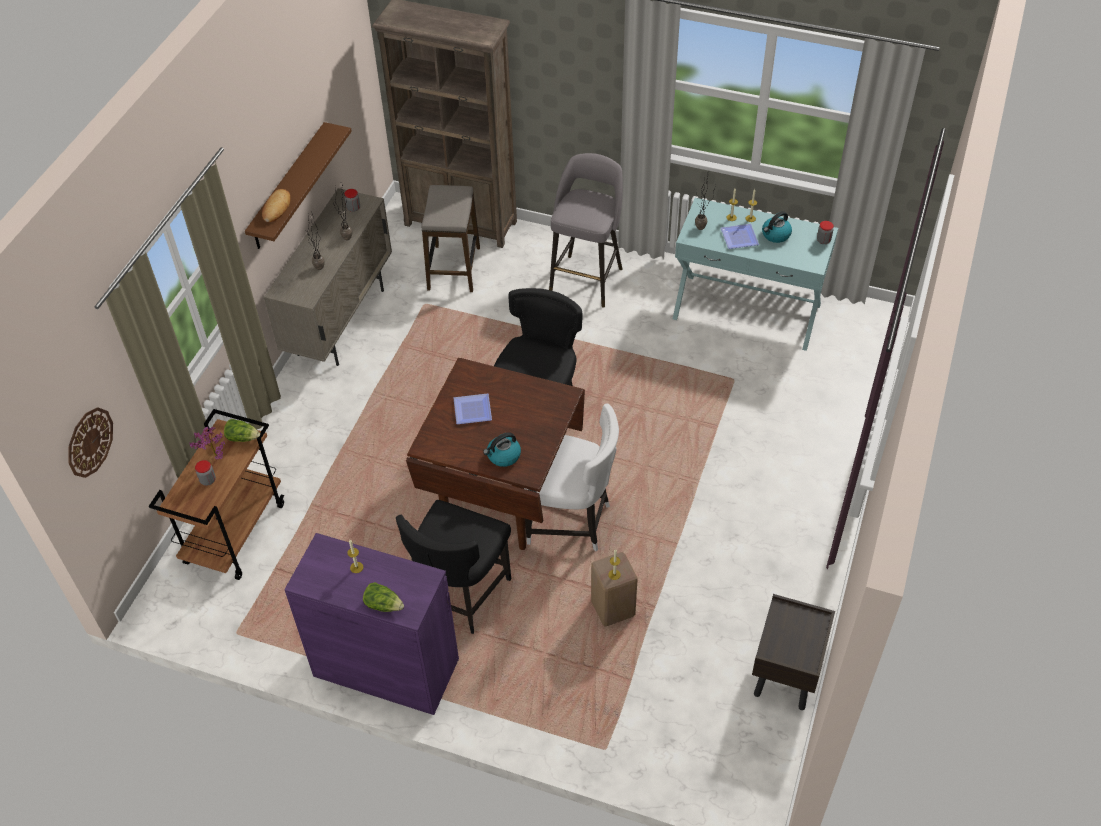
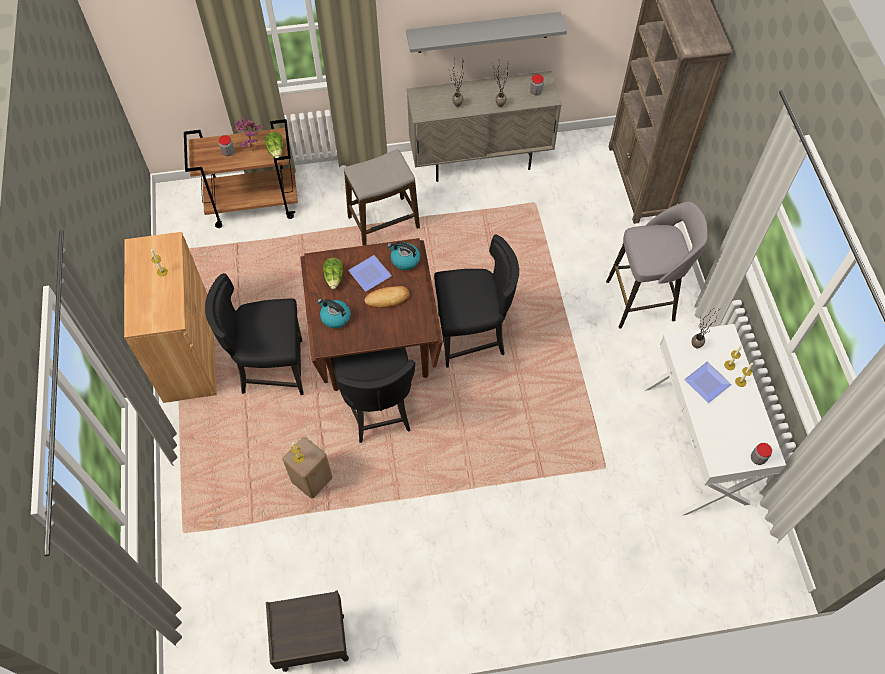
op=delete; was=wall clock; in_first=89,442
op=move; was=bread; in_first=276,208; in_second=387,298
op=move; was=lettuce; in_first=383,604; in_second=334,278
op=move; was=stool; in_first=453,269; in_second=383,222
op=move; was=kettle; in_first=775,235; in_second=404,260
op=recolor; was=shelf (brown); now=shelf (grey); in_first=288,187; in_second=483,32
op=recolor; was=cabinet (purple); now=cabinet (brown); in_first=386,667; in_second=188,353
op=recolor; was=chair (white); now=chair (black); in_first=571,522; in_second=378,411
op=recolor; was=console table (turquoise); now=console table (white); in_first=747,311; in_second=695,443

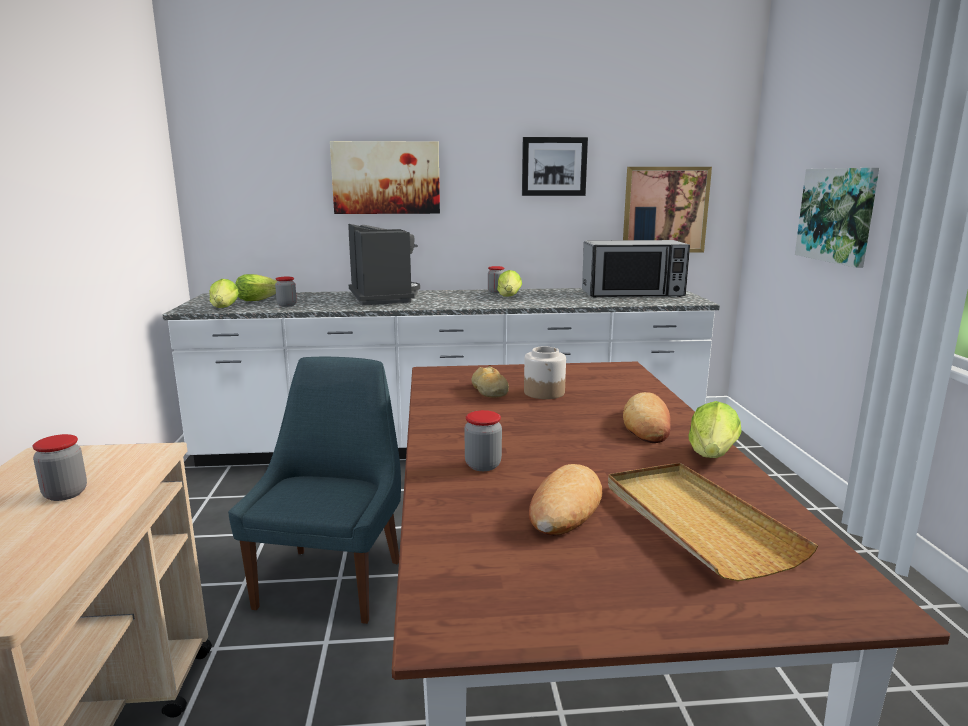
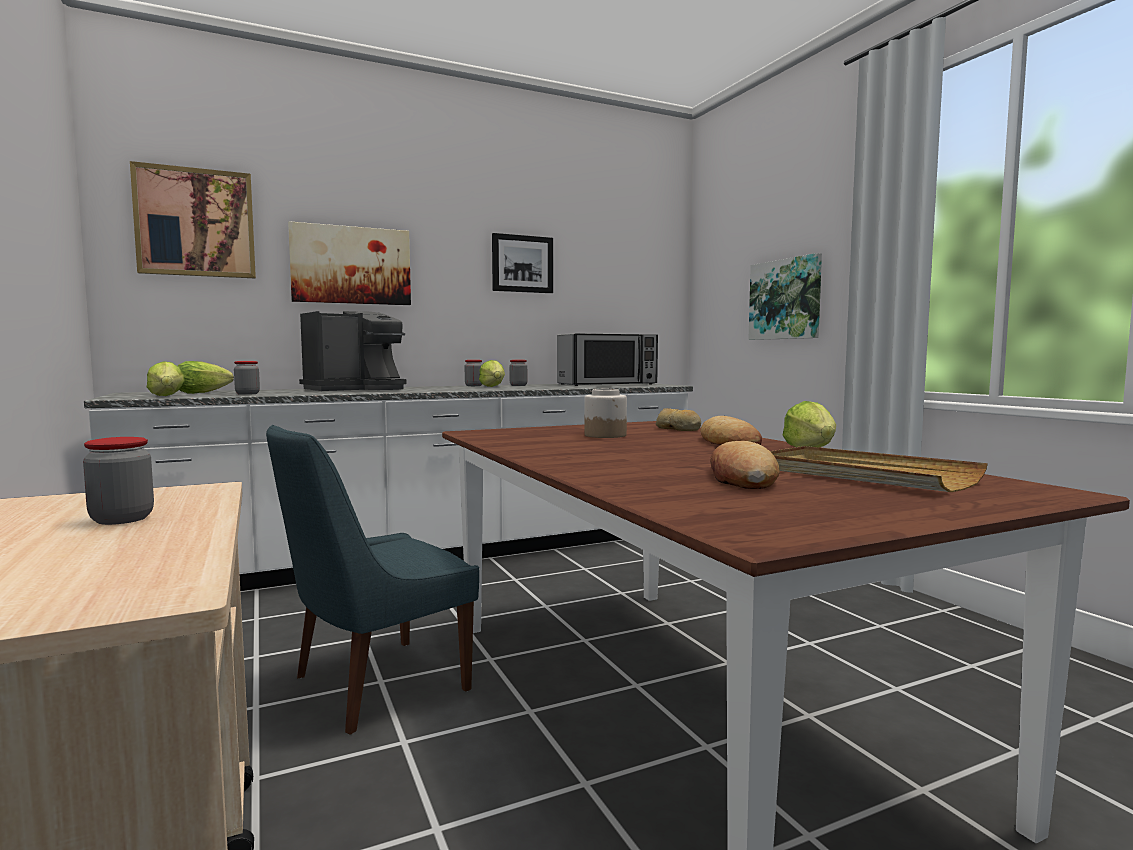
op=move; was=jar; in_first=483,465; in_second=518,385
op=move; was=bread; in_first=489,390; in_second=678,429
op=move; was=picture; in_first=665,210; in_second=195,223
op=rotate; was=chair (blue); in_first=333,581; in_second=374,685; clockwise=-120
op=rotate; was=coffee machine; in_first=383,297; in_second=357,389; clockwise=90

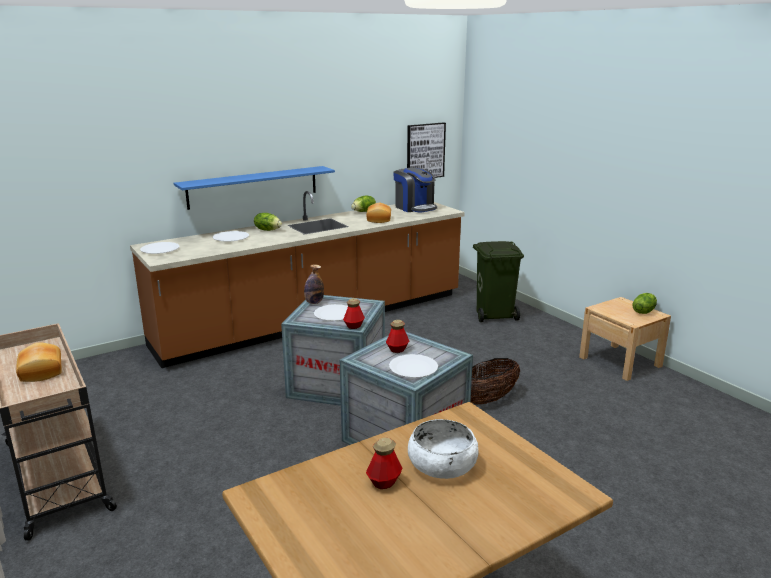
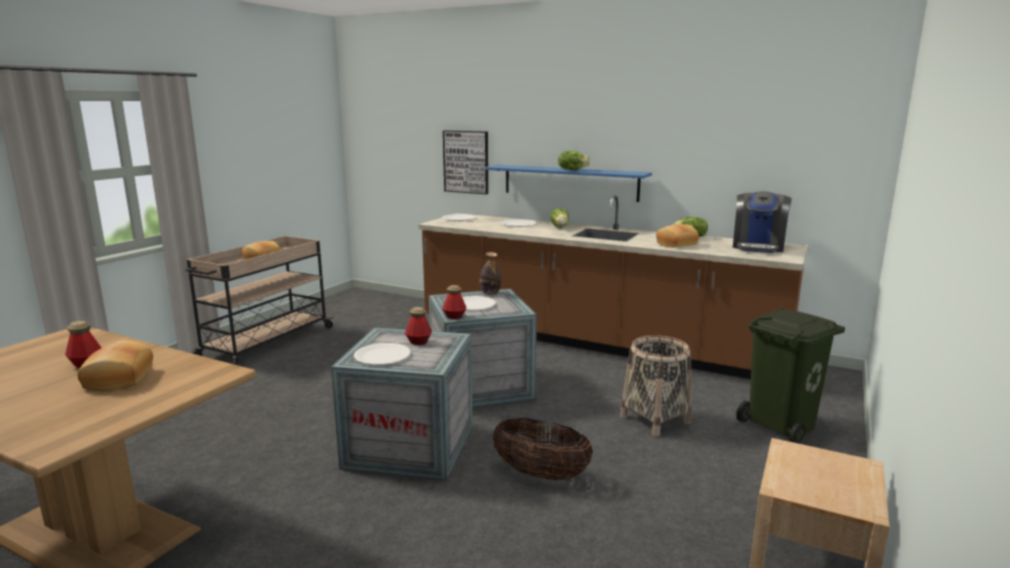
op=insert; now=basket; in_second=655,419
op=move; was=picture; in_first=425,151; in_second=466,162
op=move; was=lettuce; in_first=643,311; in_second=572,169
op=replace; was=bowl (white); now=bread; in_first=442,464; in_second=117,379

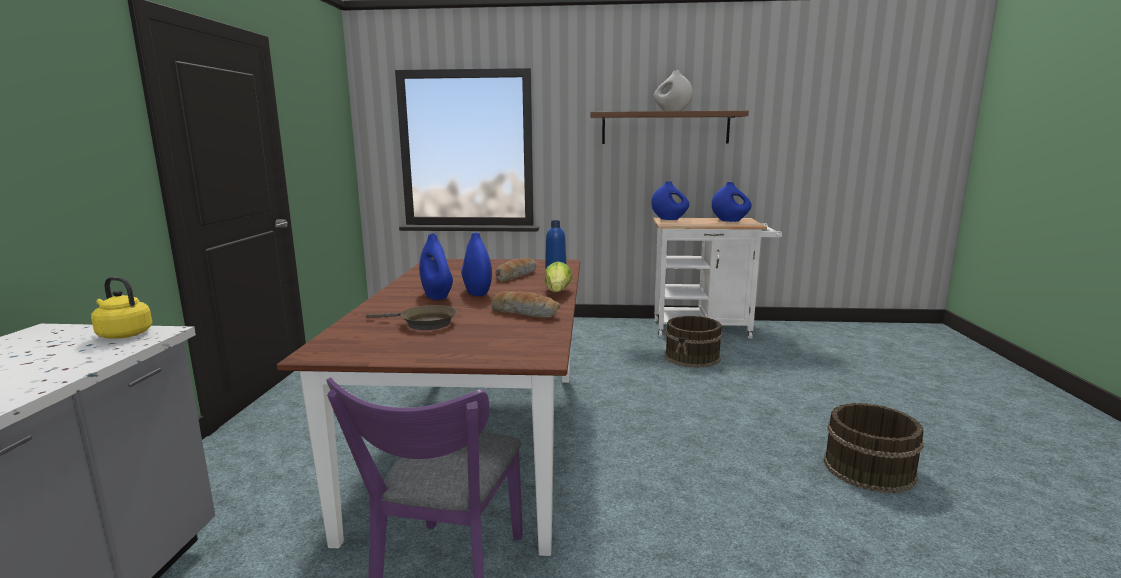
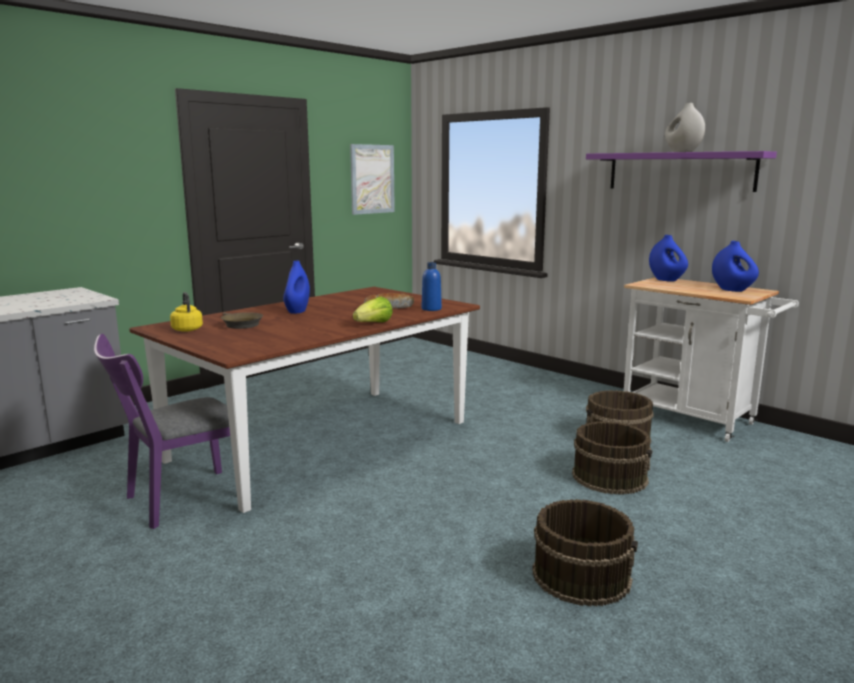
op=delete; was=vase (blue); in_first=477,293
op=delete; was=bread; in_first=526,313
op=insert; now=picture; in_second=372,179
op=insert; now=bucket (brown); in_second=610,477
op=move; was=kettle (yellow); in_first=123,334; in_second=187,329
op=recolor; was=shelf (brown); now=shelf (purple); in_first=665,128; in_second=680,171

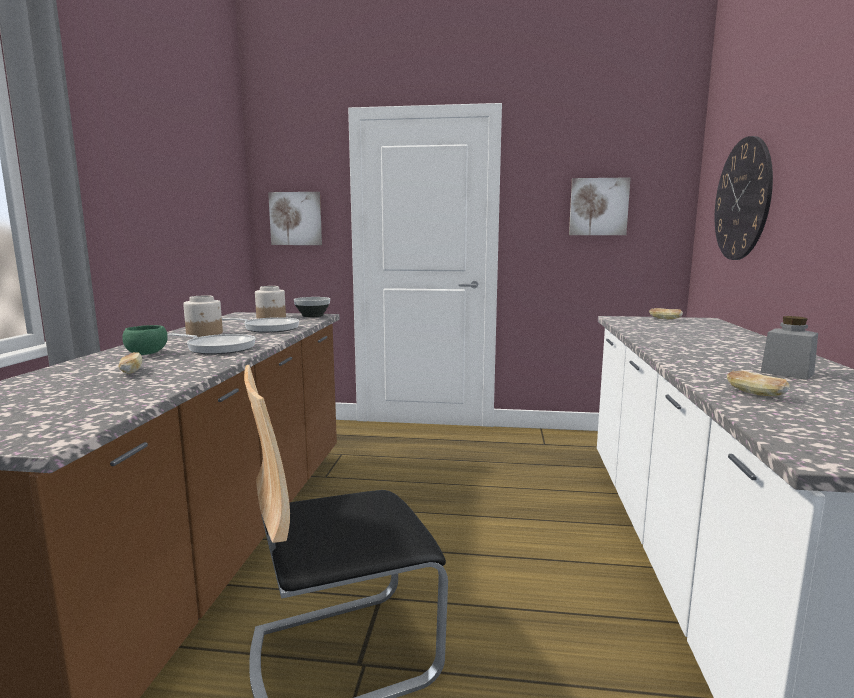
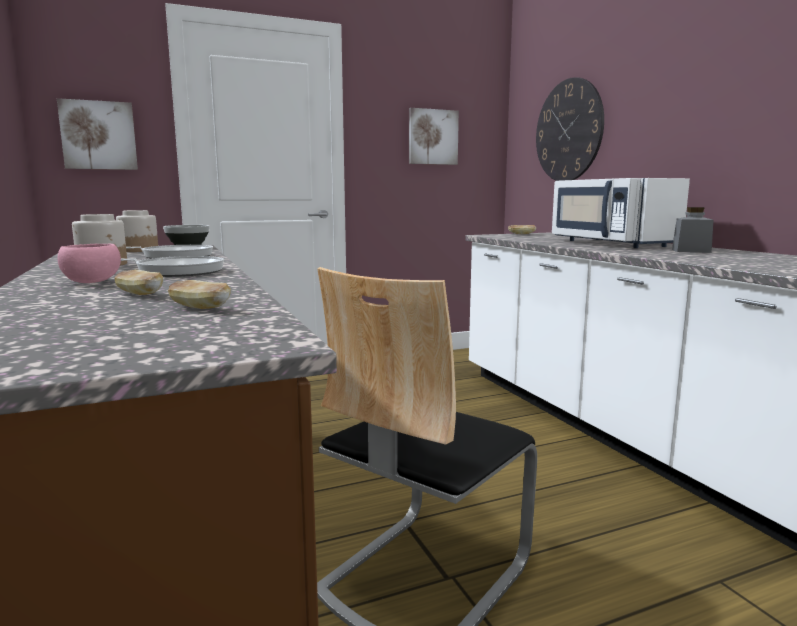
op=insert; now=microwave (white); in_second=609,243
op=move; was=bread; in_first=755,394; in_second=200,308
op=recolor; was=bowl (green); now=bowl (pink); in_first=148,353; in_second=93,282

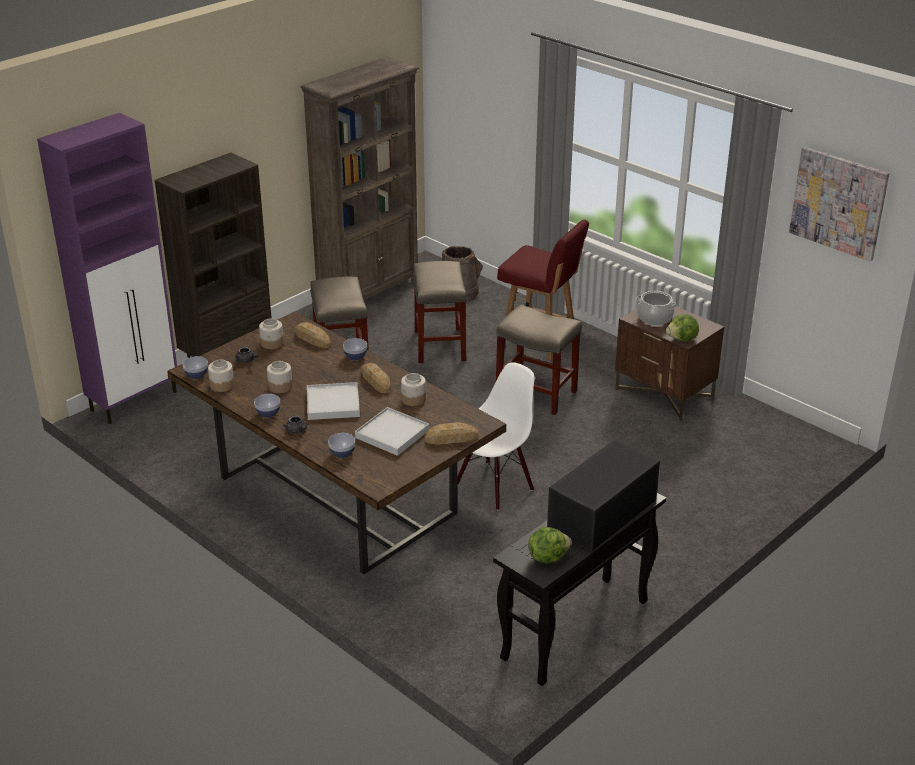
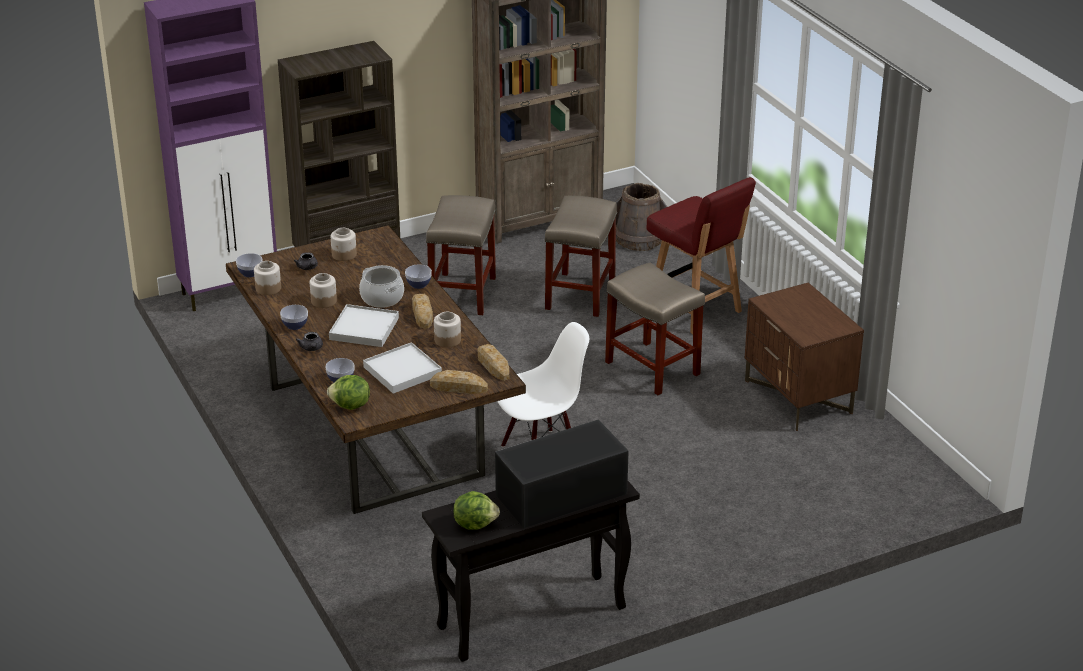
op=delete; was=picture; in_first=838,203
op=move; was=bread; in_first=312,339; in_second=493,365
op=move; was=cooking pot; in_first=654,318; in_second=382,298
op=move; was=lettuce; in_first=682,339; in_second=350,406

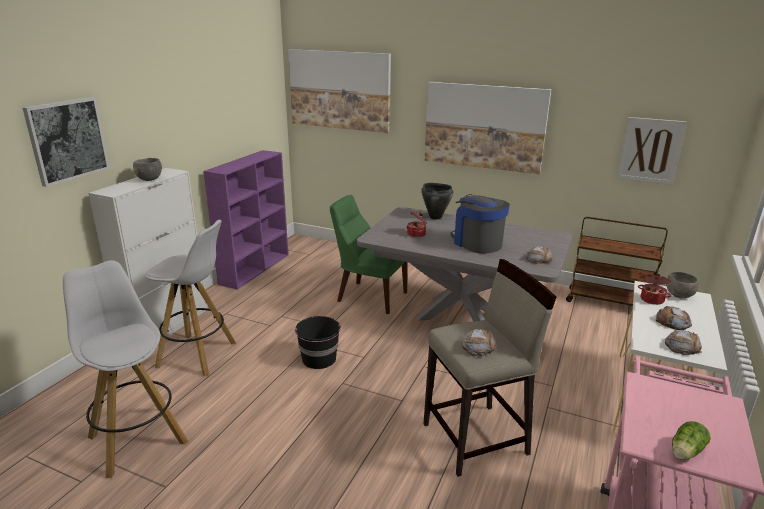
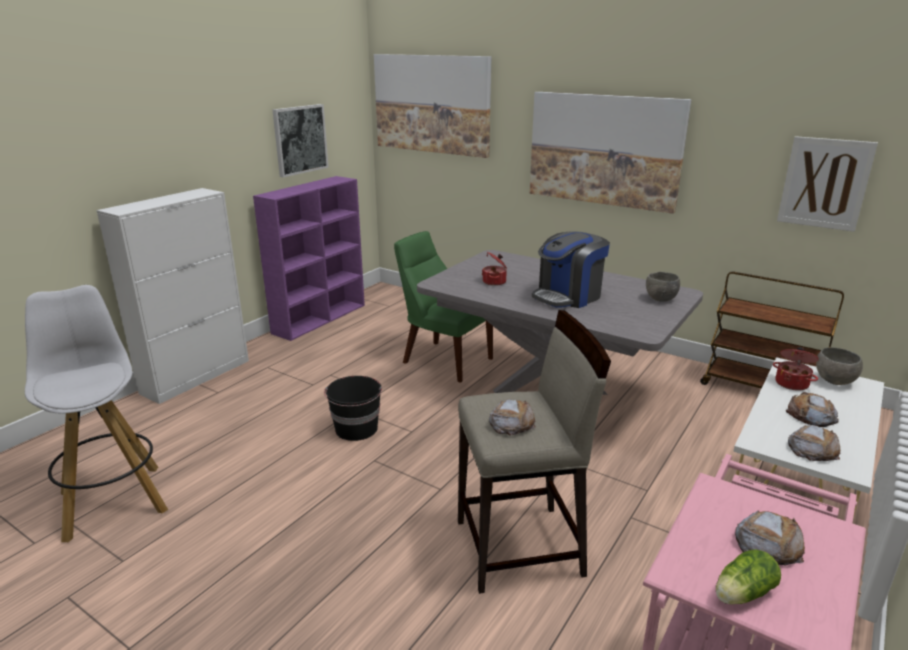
op=delete; was=stool (white); in_first=198,355
op=delete; was=cooking pot (black); in_first=435,217
op=move; was=picture; in_first=67,140; in_second=300,139
op=move; was=bowl (grey); in_first=149,179; in_second=660,299
op=move; was=bread; in_first=538,259; in_second=768,544
op=rotate; was=coffee machine; in_first=477,243; in_second=568,296; clockwise=-105

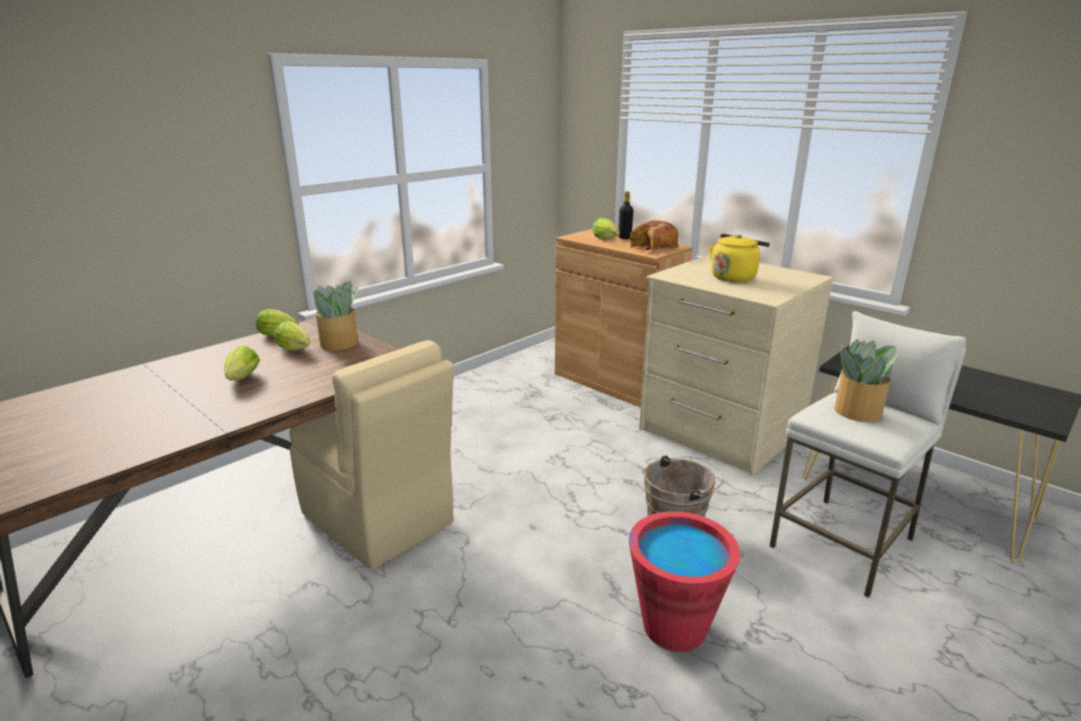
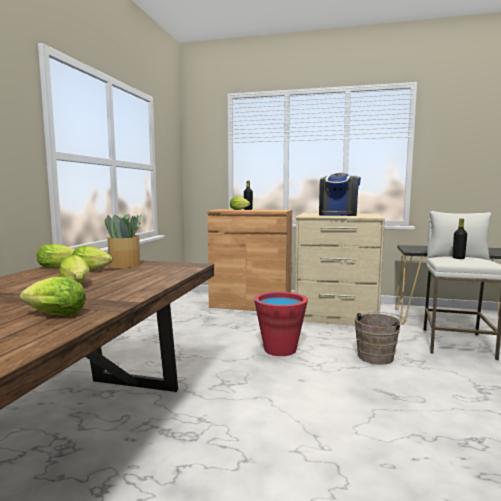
op=delete; was=chair (beige); in_first=379,520
op=delete; was=bread; in_first=653,247
op=insert; now=lettuce; in_second=53,315
op=move; was=bucket (red); in_first=674,627; in_second=280,349
op=replace; was=kettle (yellow); now=coffee machine; in_first=734,277; in_second=338,215
op=replace; was=potted plant; now=bottle (black); in_first=856,412; in_second=458,258

